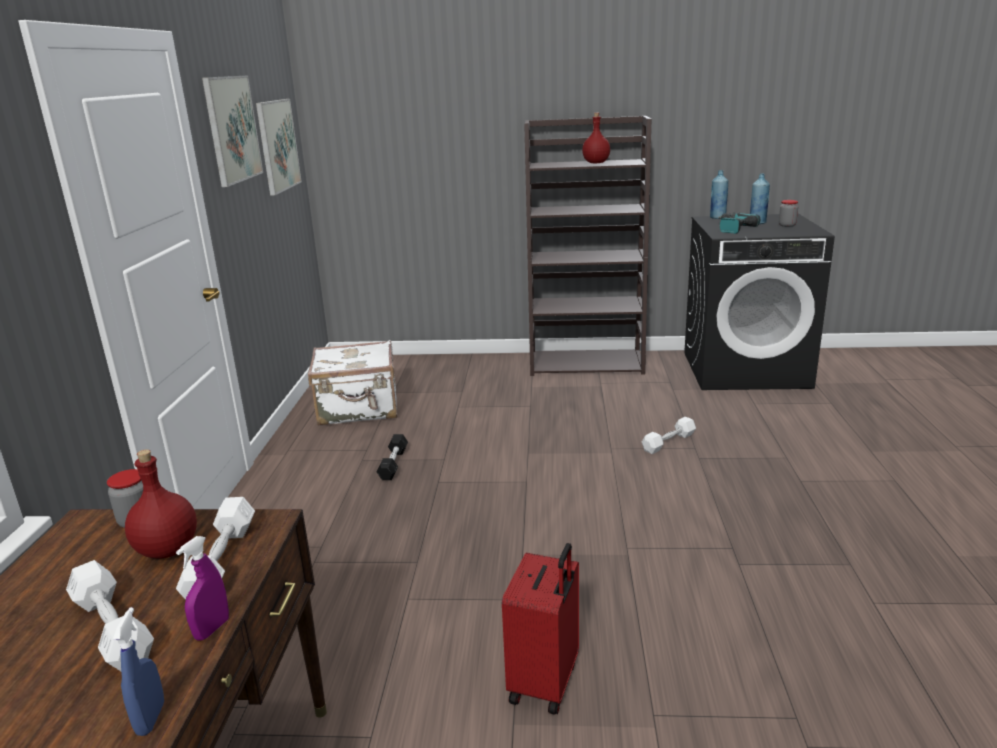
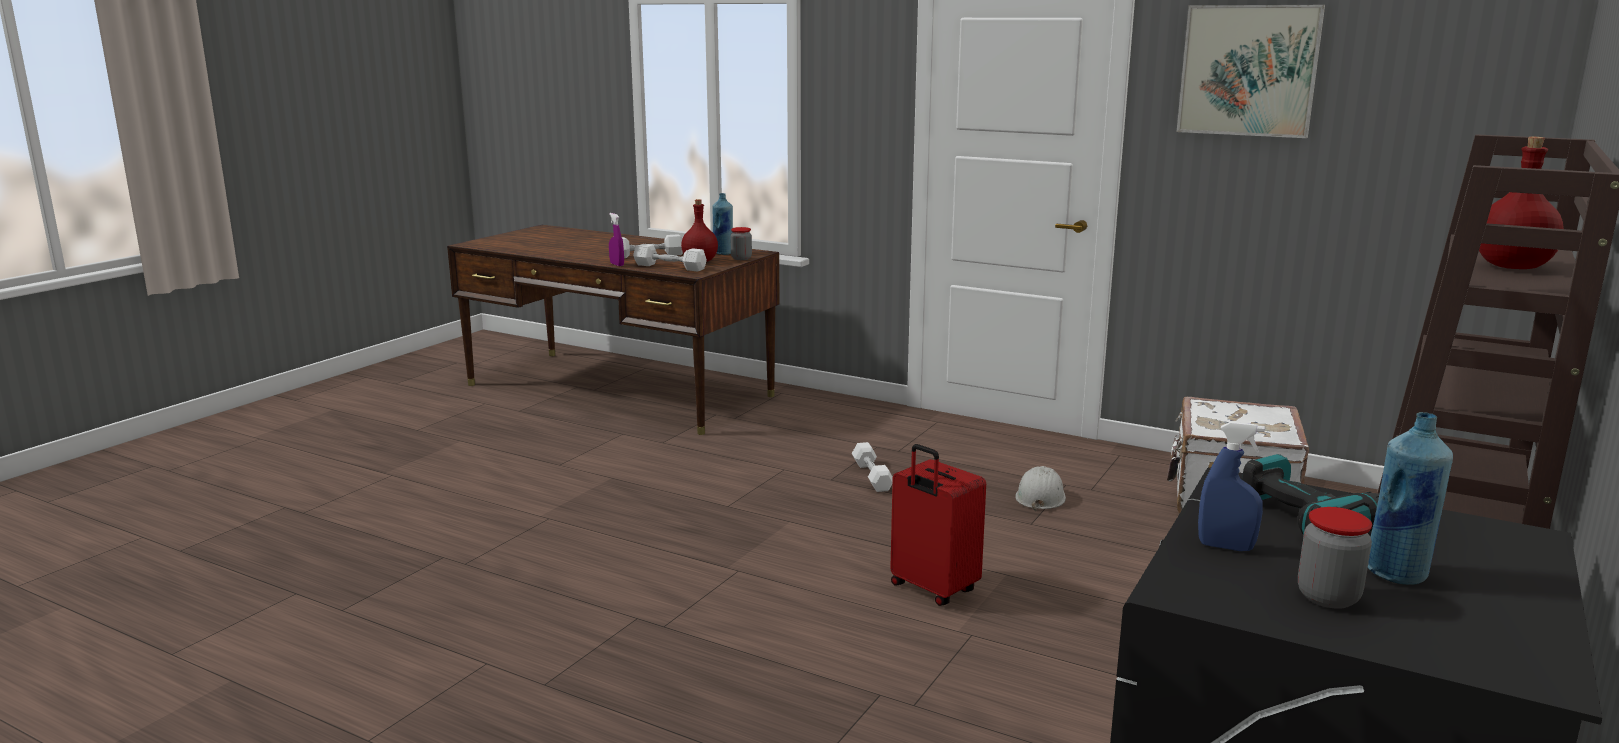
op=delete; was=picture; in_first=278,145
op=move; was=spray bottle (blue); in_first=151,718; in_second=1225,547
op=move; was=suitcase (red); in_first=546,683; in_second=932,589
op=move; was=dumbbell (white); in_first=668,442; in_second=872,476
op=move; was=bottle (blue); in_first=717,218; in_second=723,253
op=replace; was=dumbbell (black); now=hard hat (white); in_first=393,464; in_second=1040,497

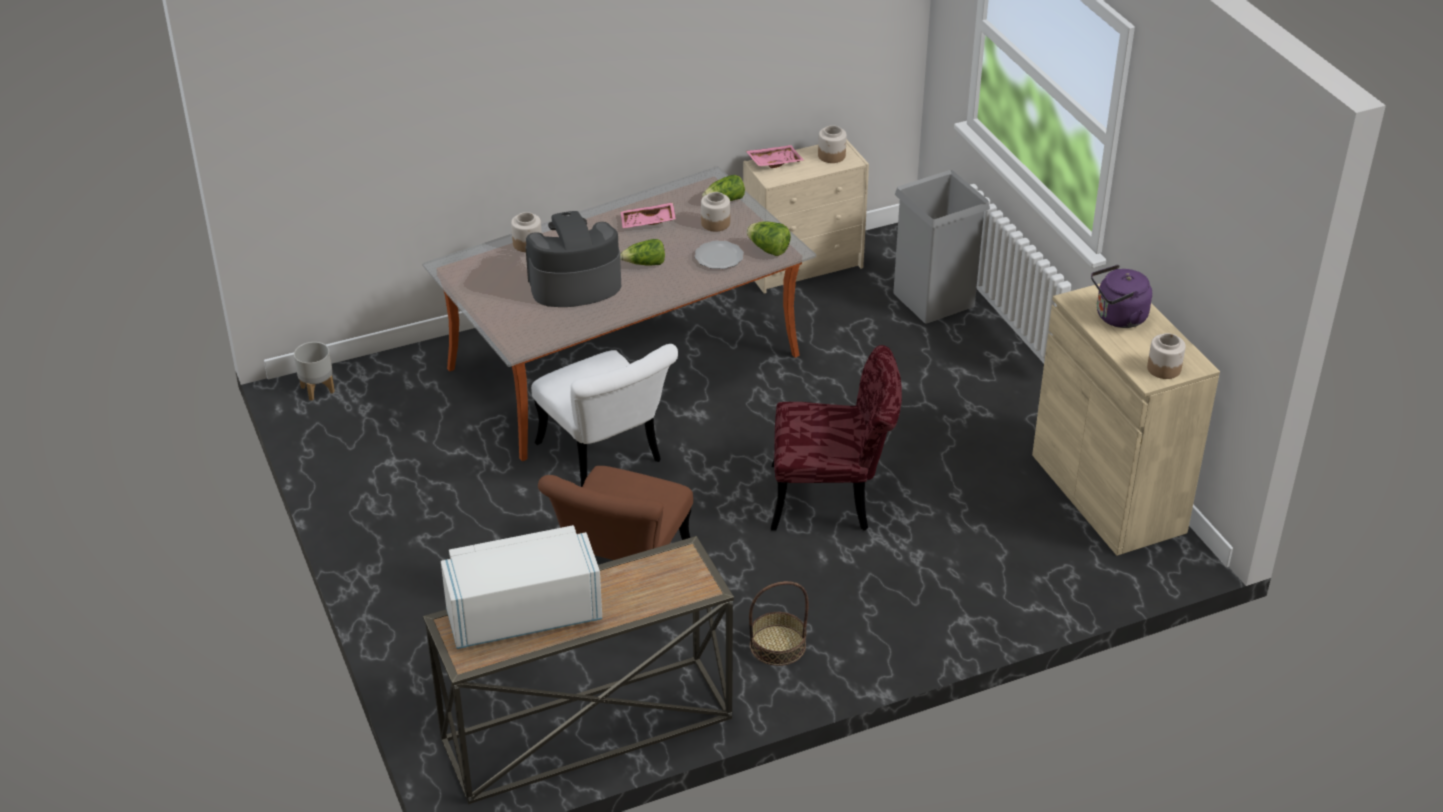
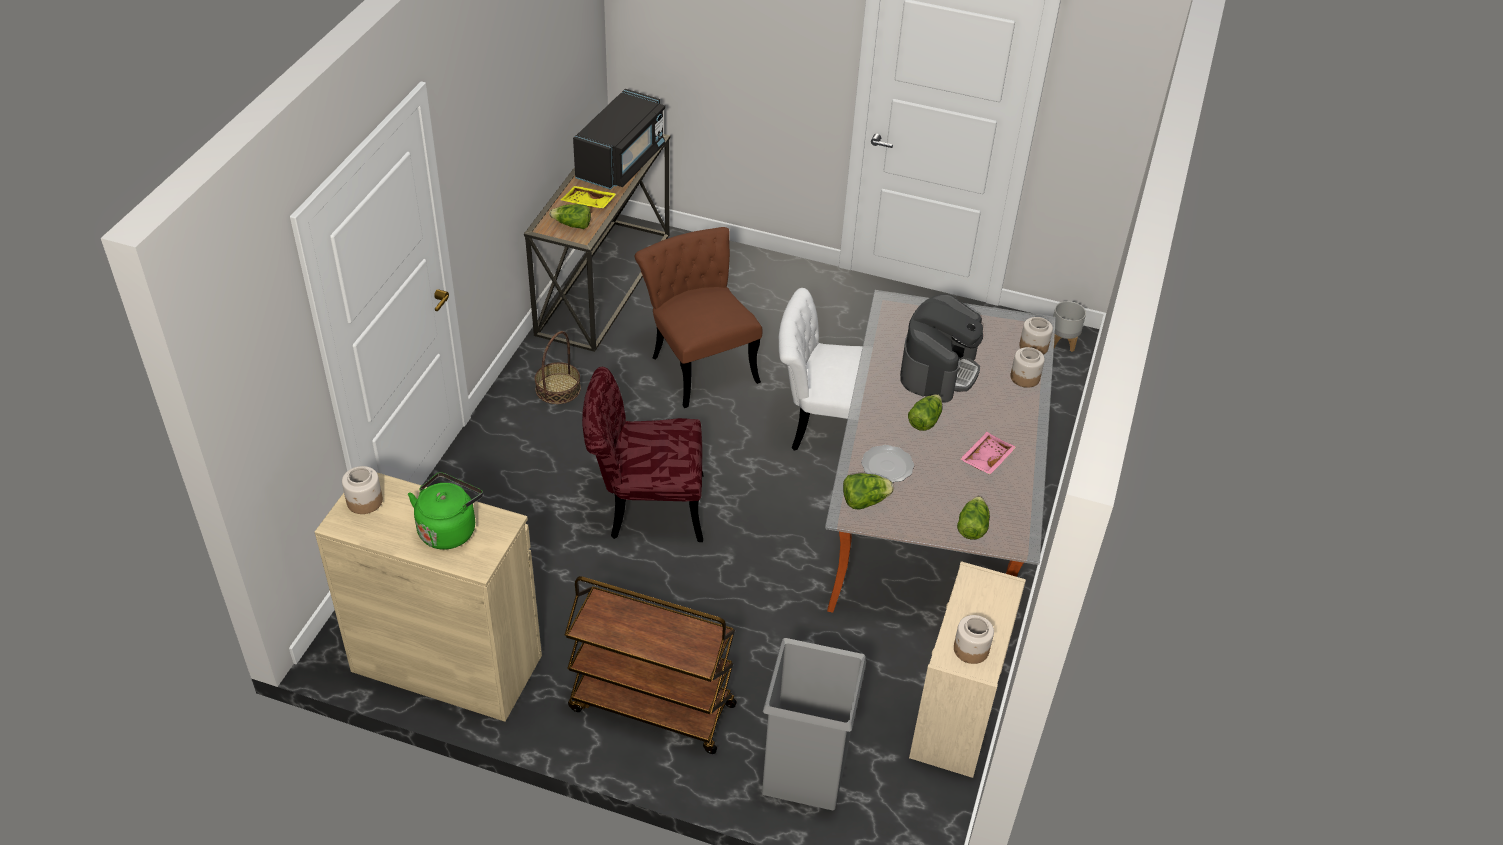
op=delete; was=tray (pink); in_first=774,162
op=insert; now=lettuce; in_second=572,225
op=insert; now=tray (yellow); in_second=588,203
op=insert; now=cart (brown); in_second=651,707
op=move; was=jar; in_first=715,223; in_second=1033,346
op=recolor; was=microwave (white); now=microwave (black); in_first=523,615; in_second=621,162
op=recolor; was=kettle (purple); now=kettle (green); in_first=1118,318; in_second=449,529
op=rotate; was=chair (red); in_first=833,498; in_second=644,506; clockwise=45

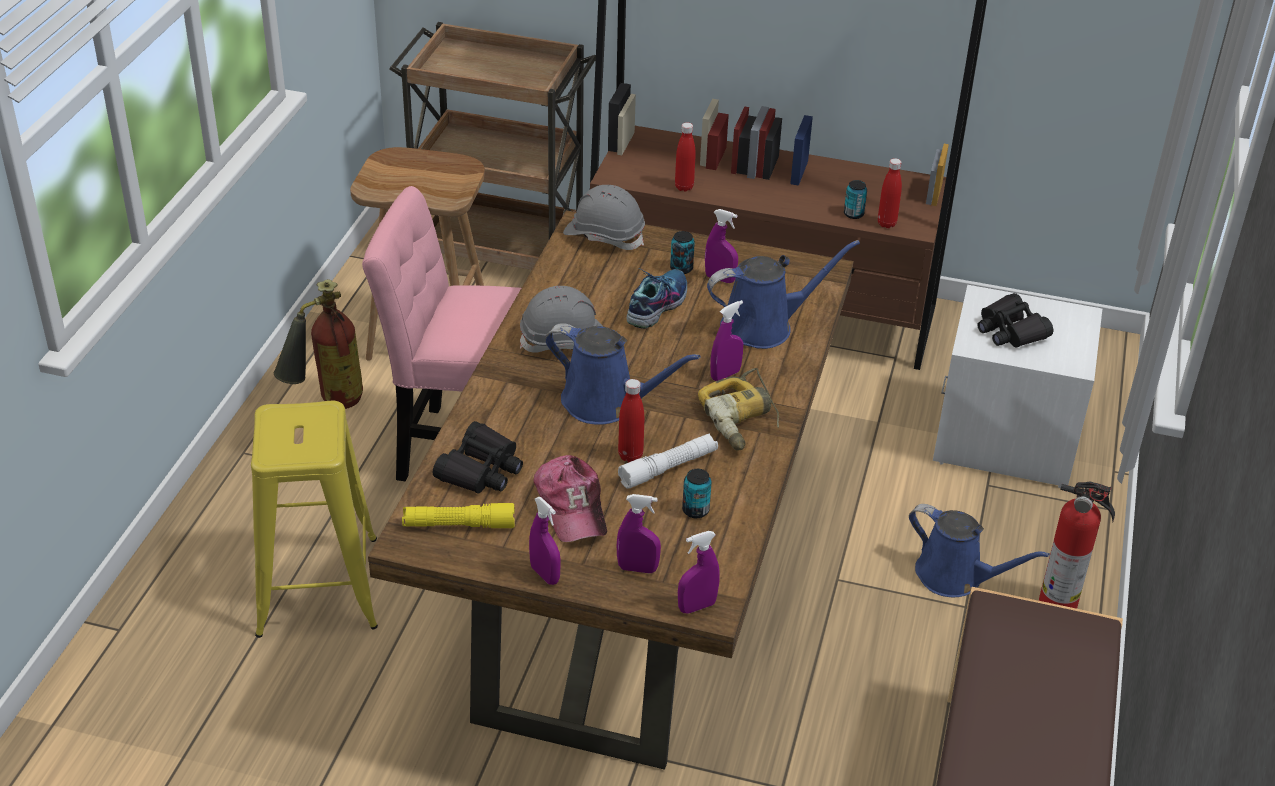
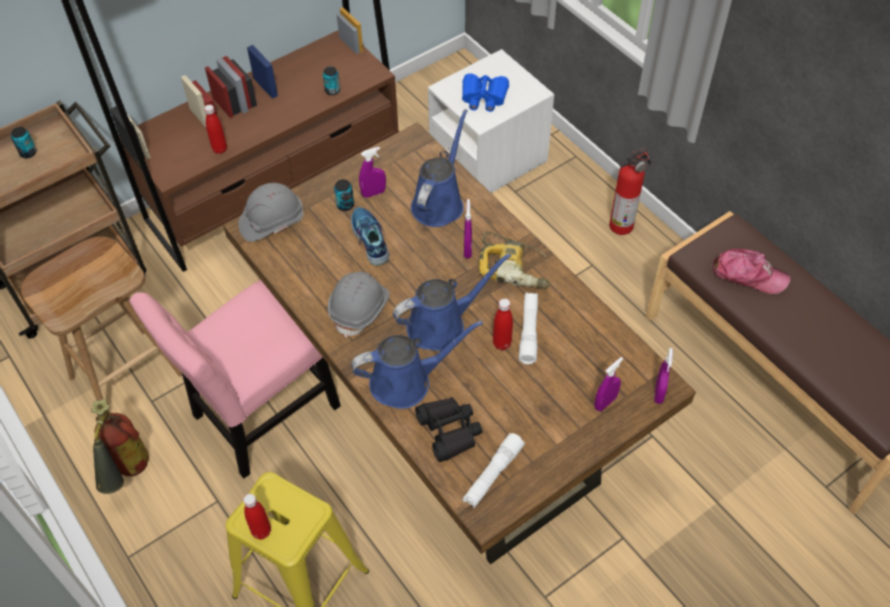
op=delete; was=spray bottle (purple); in_first=545,575
op=move; was=cap; in_first=571,507; in_second=748,275
op=move; was=can; in_first=695,510; in_second=28,153
op=move; was=bottle (red); in_first=886,224; in_second=261,531
op=move; was=watering can (blue); in_first=955,577; in_second=406,381
op=recolor; was=flashlight (yellow); now=flashlight (white); in_first=459,525; in_second=492,475
op=recolor; was=binoculars (black); now=binoculars (blue); in_first=1010,331; in_second=484,97

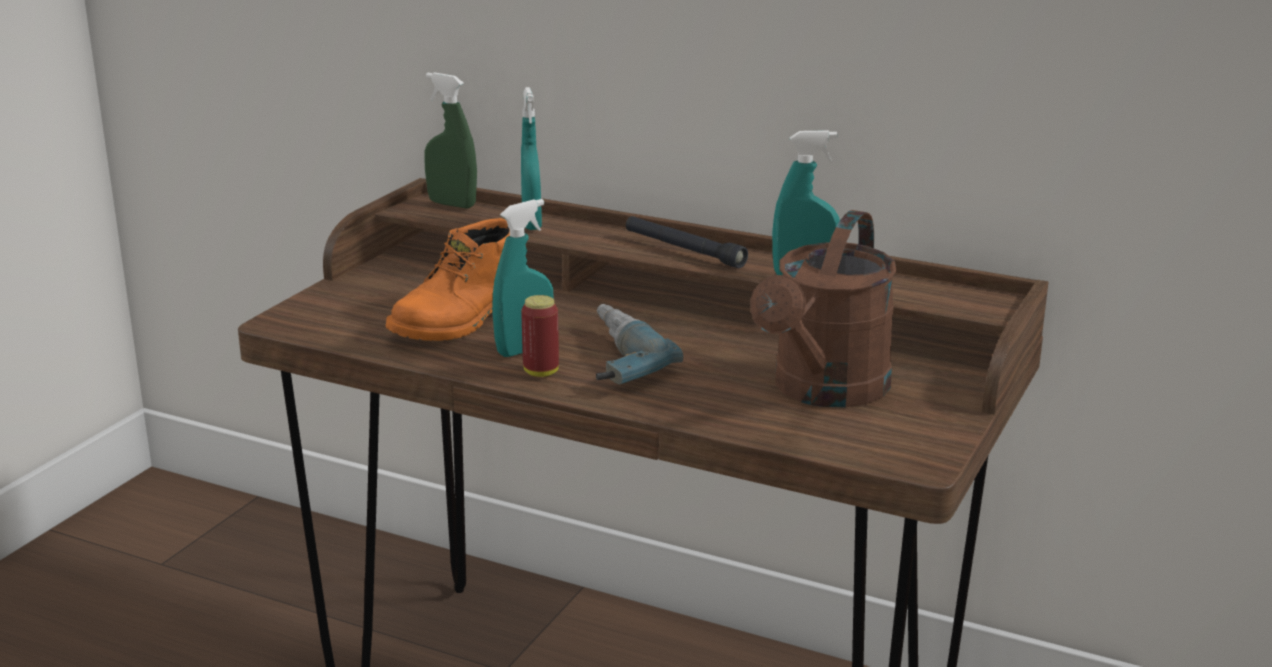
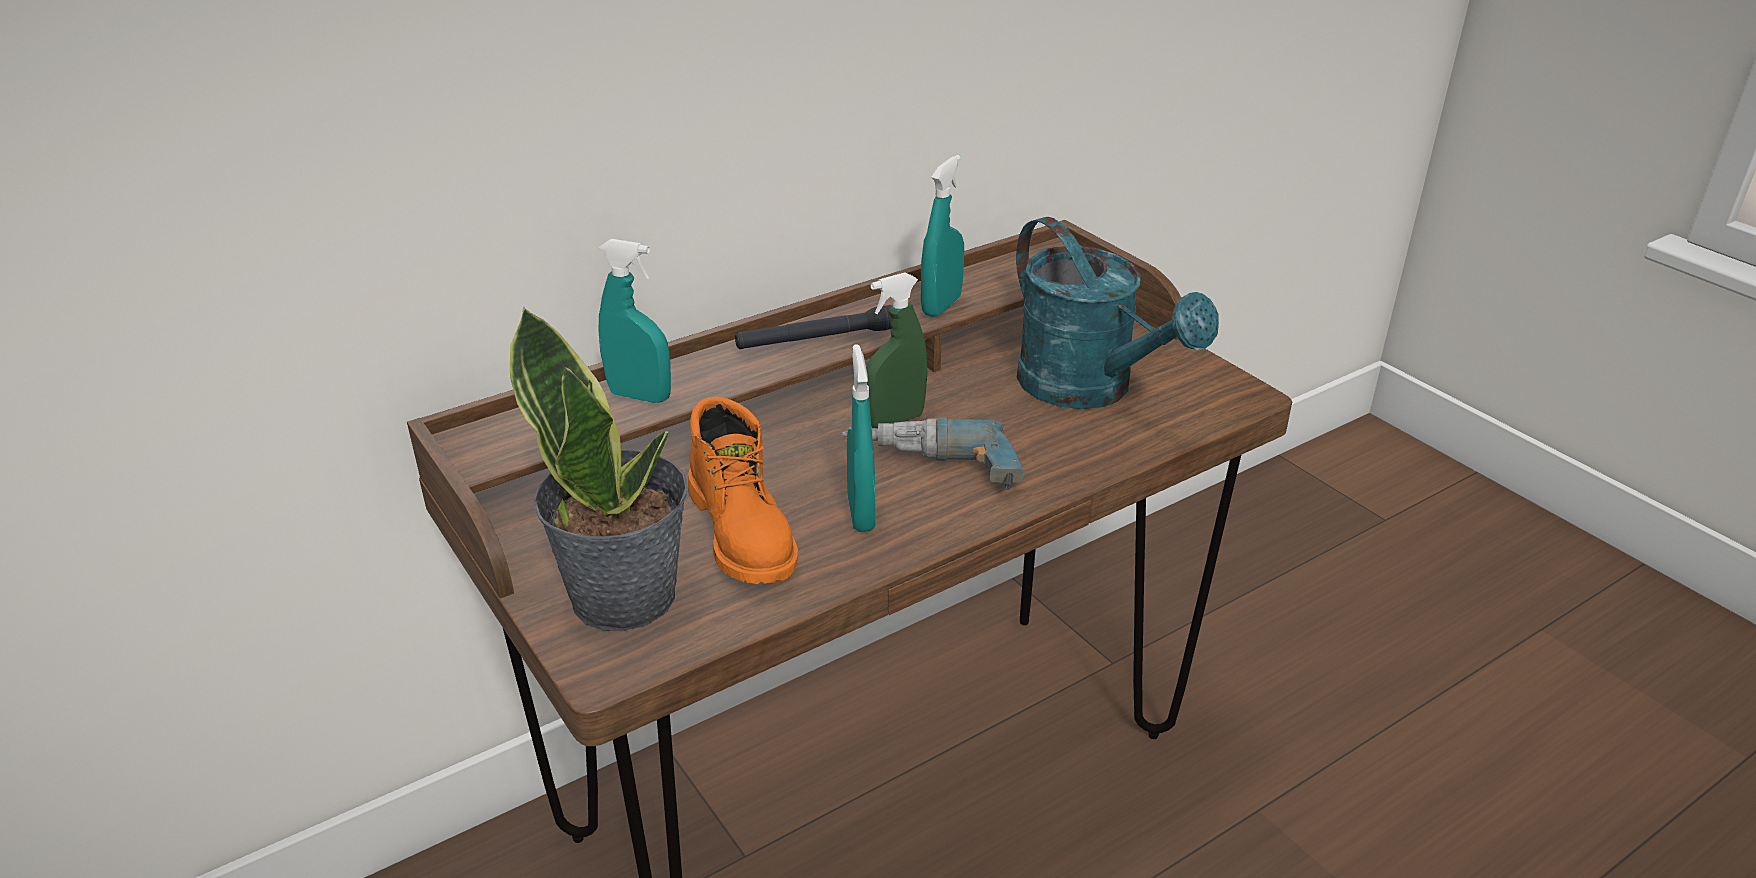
op=delete; was=can; in_first=541,372
op=insert; now=potted plant; in_second=625,595
op=move; was=spray bottle (green); in_first=452,204; in_second=894,421
op=recolor; was=watering can (brown); now=watering can (turquoise); in_first=824,391; in_second=1090,389

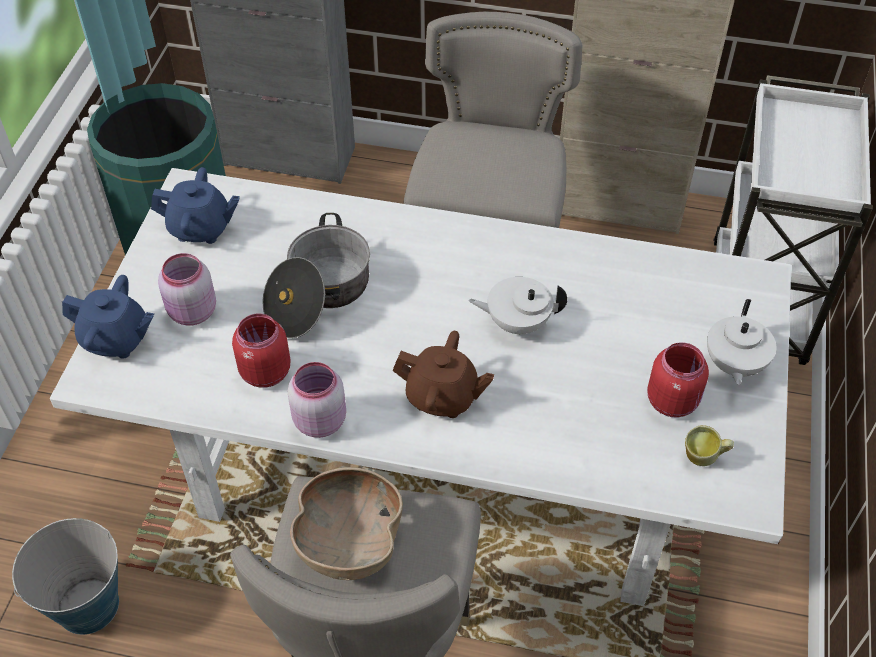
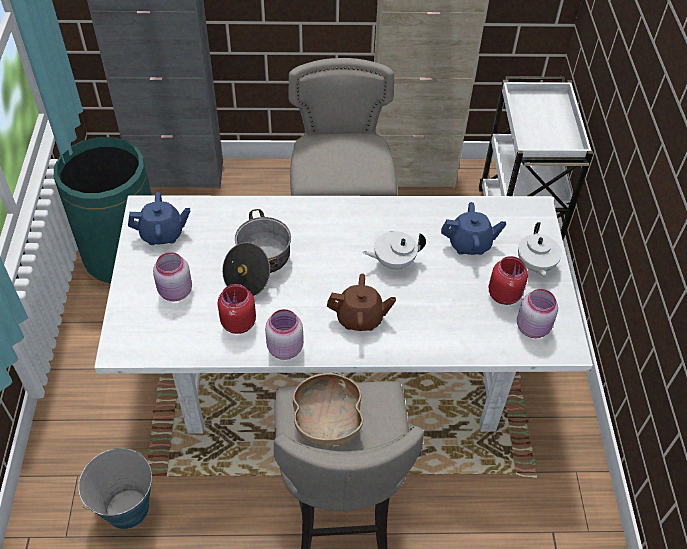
op=move; was=teapot (blue); in_first=116,339; in_second=470,244
op=replace; was=mug; now=jar (pink); in_first=703,458; in_second=533,327

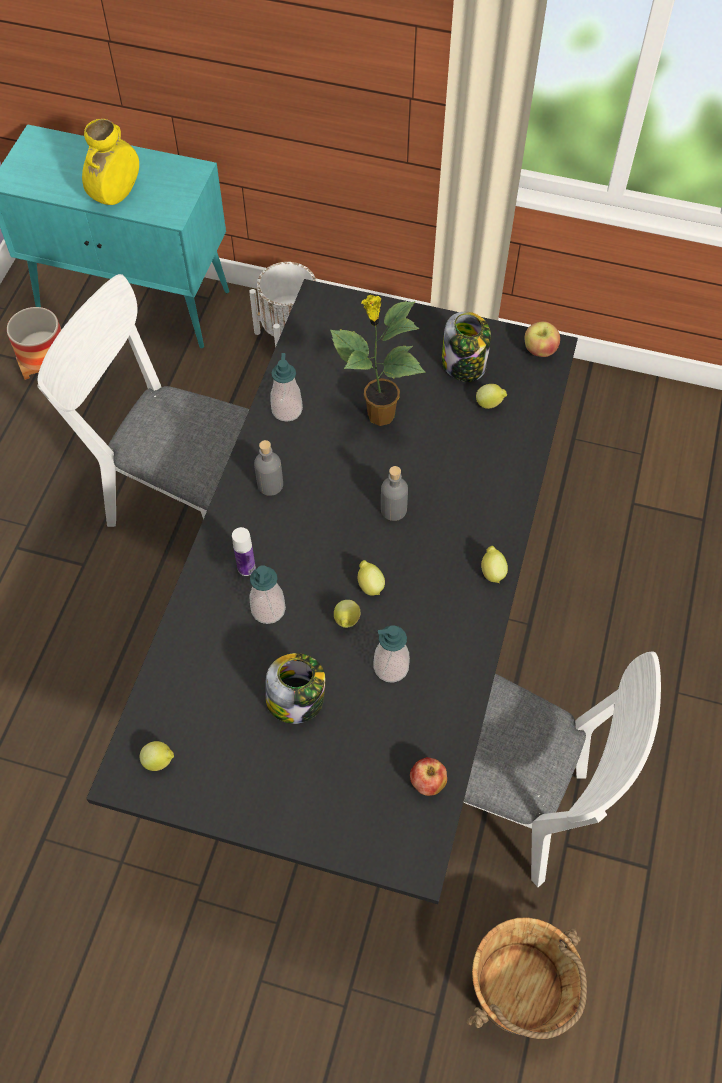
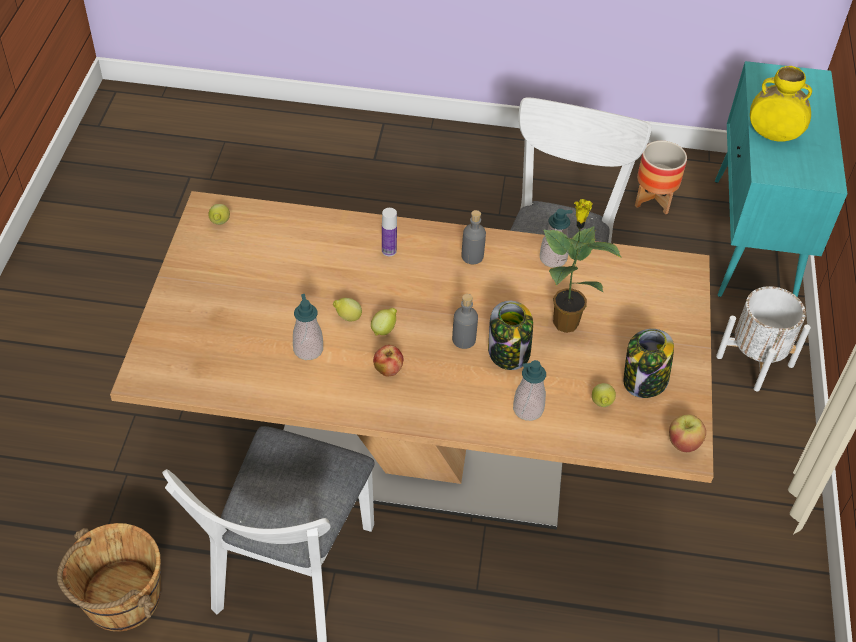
op=delete; was=lemon; in_first=492,572
op=move; was=soap dispenser; in_first=268,609; in_second=528,409
op=move; was=jar; in_first=296,700; in_second=509,353
op=move; was=apple; in_first=427,783; in_second=388,370
op=recolor; was=dining table (black); now=dining table (beige); in_first=360,653; in_second=421,452

